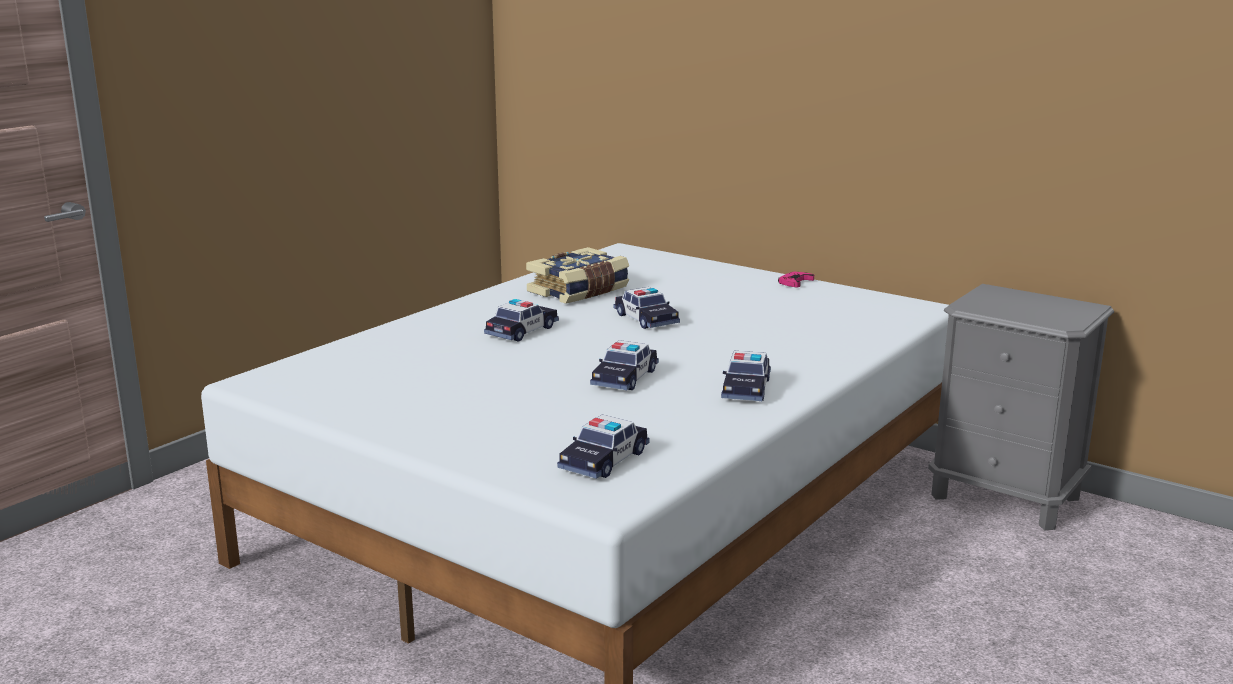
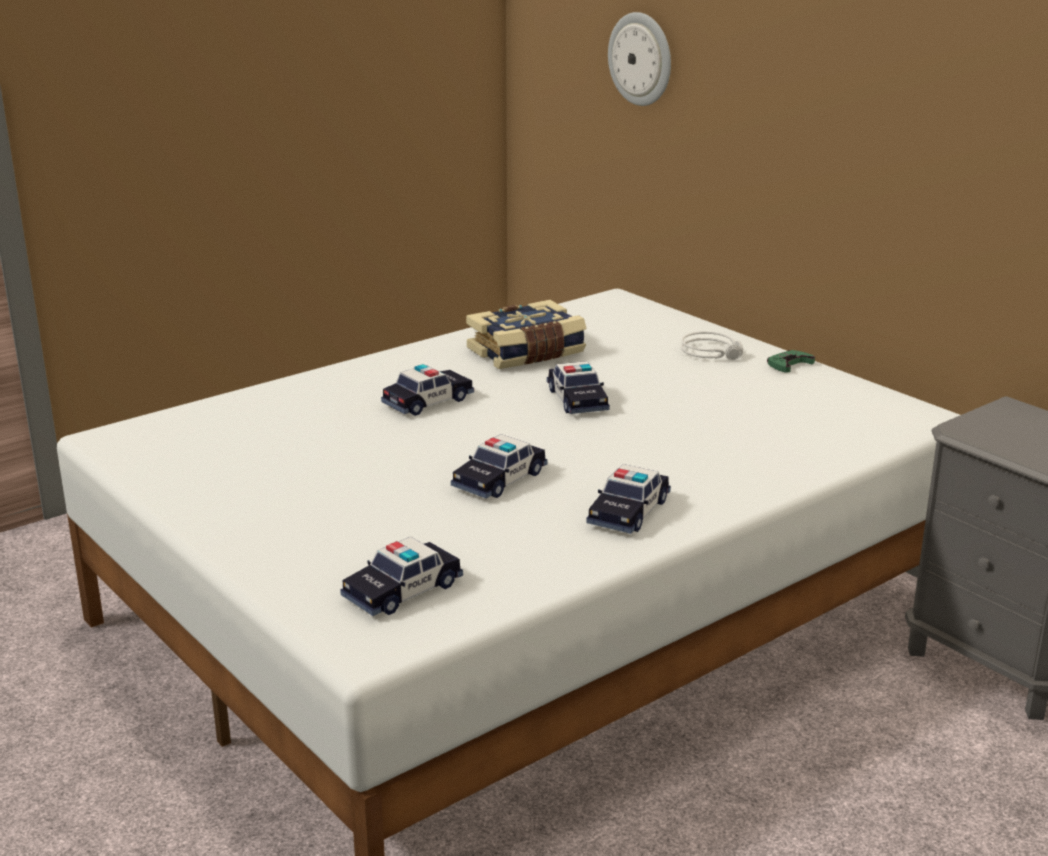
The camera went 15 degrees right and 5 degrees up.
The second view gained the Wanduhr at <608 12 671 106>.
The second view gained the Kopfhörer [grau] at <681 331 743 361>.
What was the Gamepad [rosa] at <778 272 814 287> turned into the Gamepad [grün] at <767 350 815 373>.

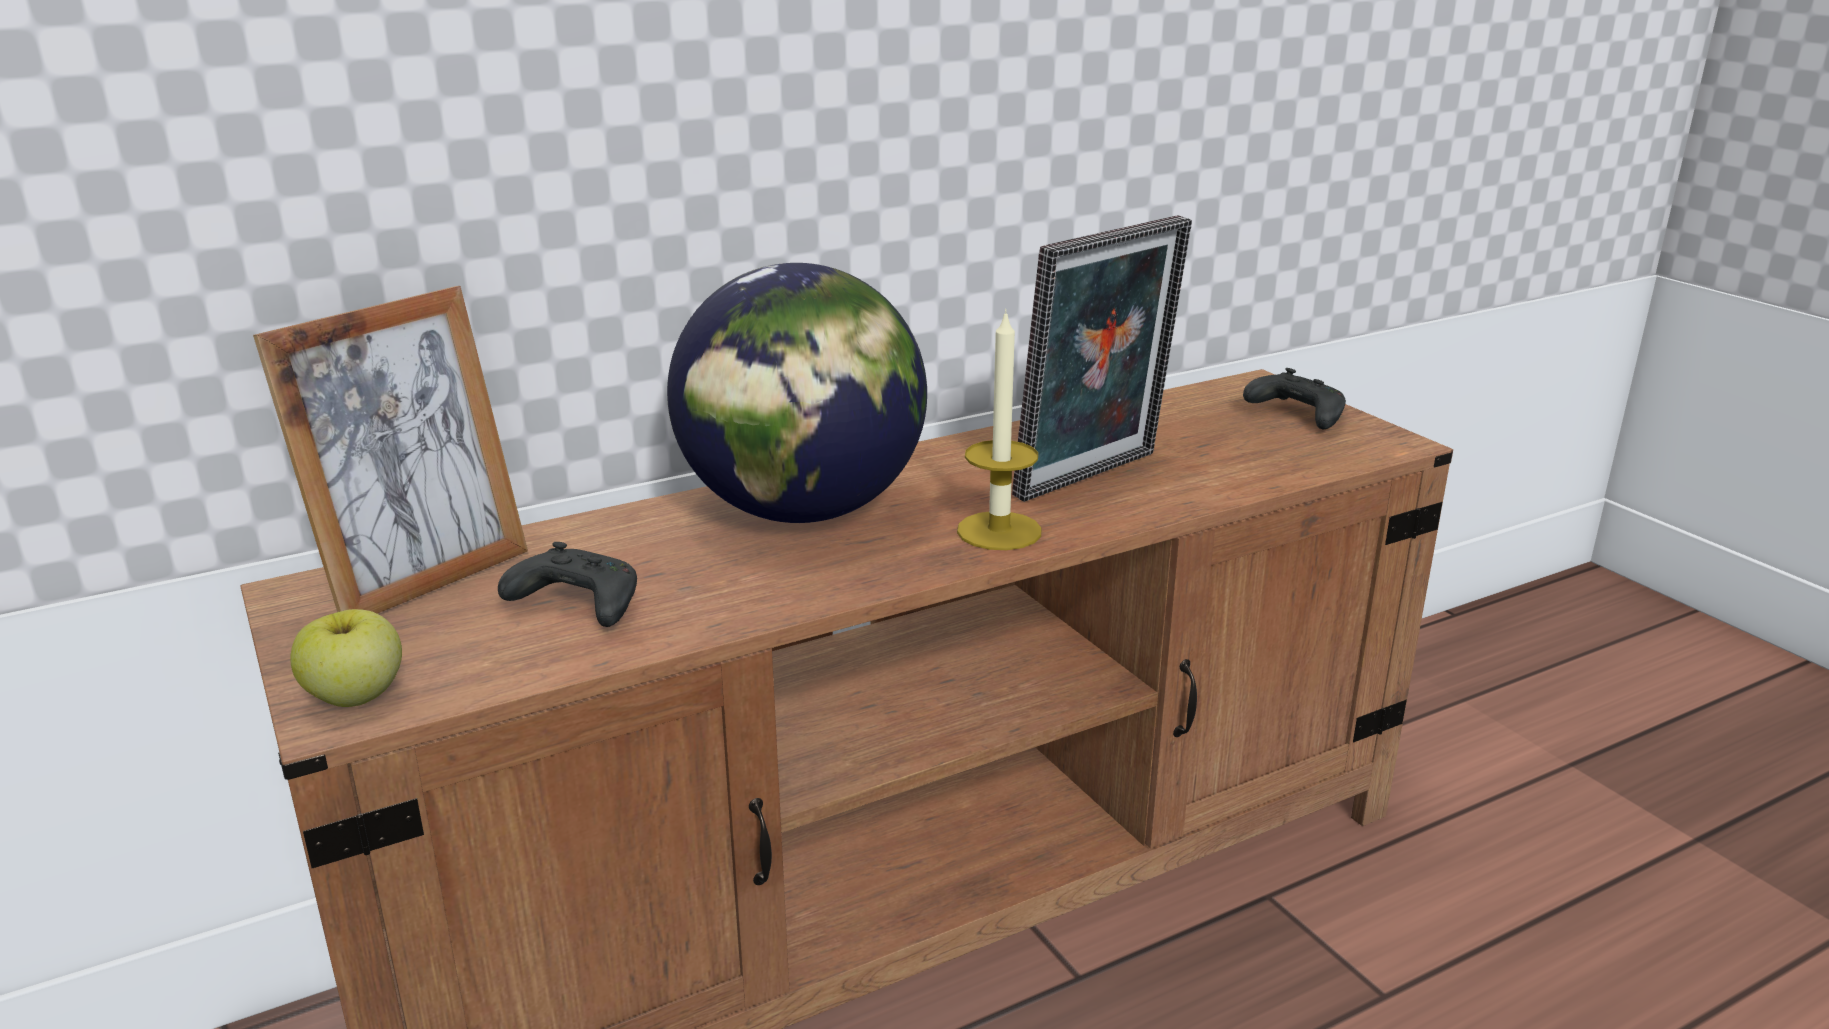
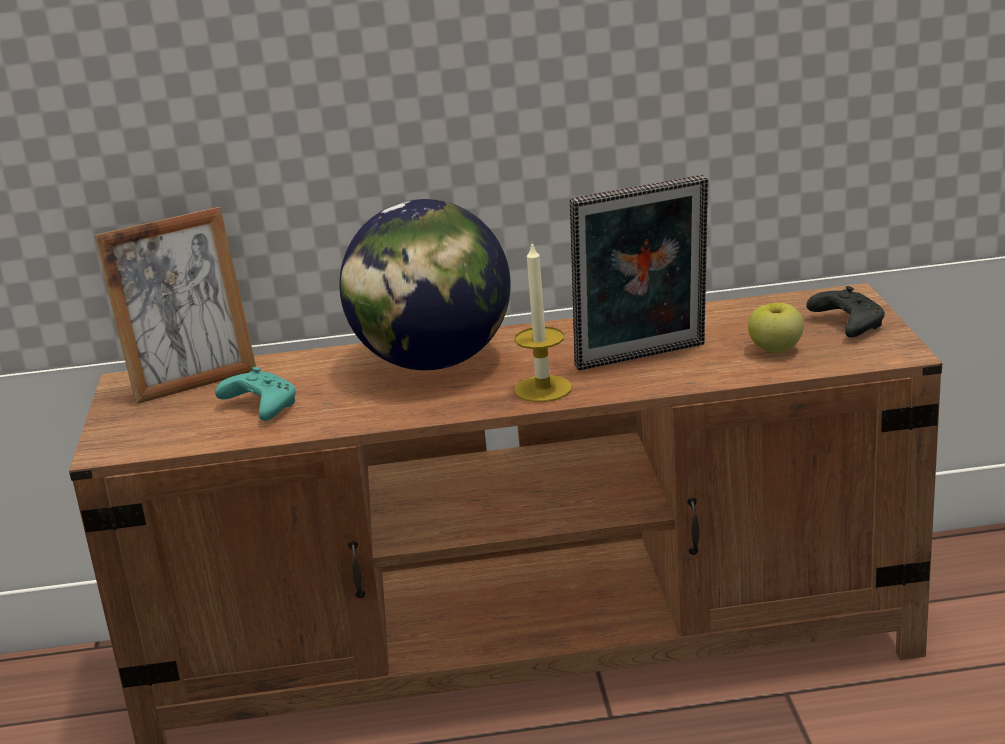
The camera went 25 degrees right and 0 degrees up.
What was the Gamepad [schwarz] at <498 542 637 627> turned into the Gamepad [türkis] at <215 367 296 421>.
The Apfel ended up elsewhere, having gone from <290 609 402 707> to <748 303 804 353>.

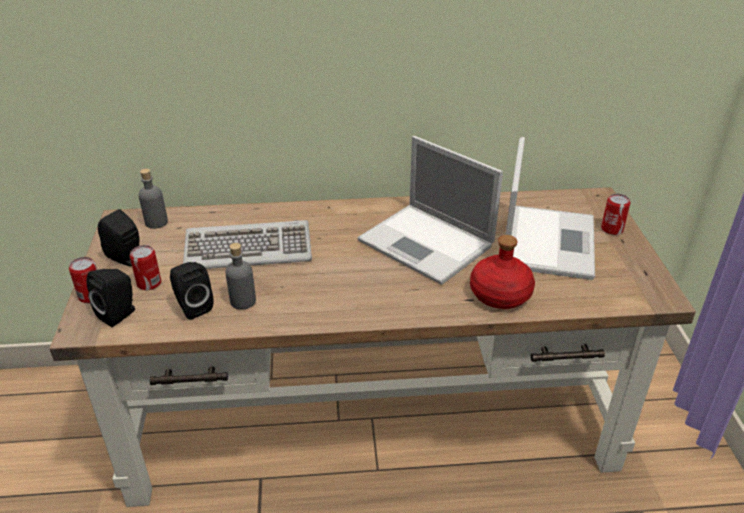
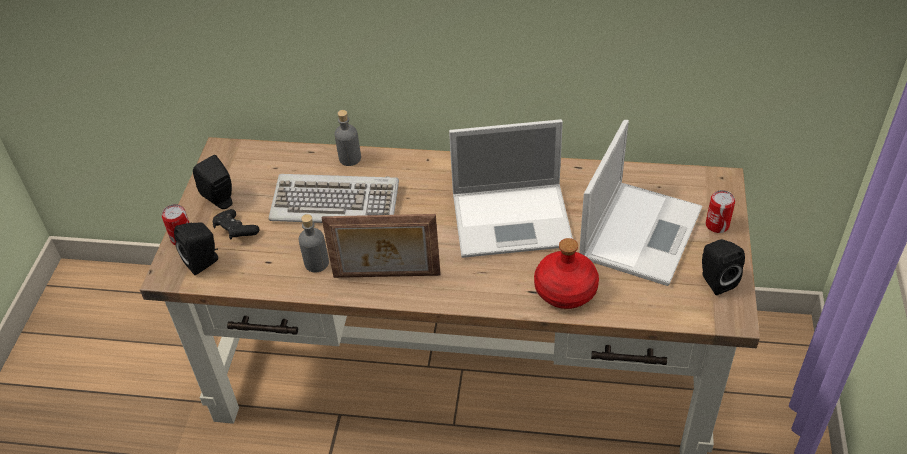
The camera went 15 degrees right and 10 degrees up.
Where the Dose stood at <130 245 161 290>, the Gamepad [schwarz] came to stand at <213 209 260 240>.
The second view gained the Bilderrahmen at <322 214 441 278>.
The Flasche [grau] ended up elsewhere, having gone from <139 168 168 229> to <335 110 361 166>.
The Laptop at <358 136 503 285> ended up facing another way, 60 degrees counterclockwise from before.
The Lautsprecher [schwarz] ended up elsewhere, having gone from <170 262 213 320> to <702 239 745 295>.

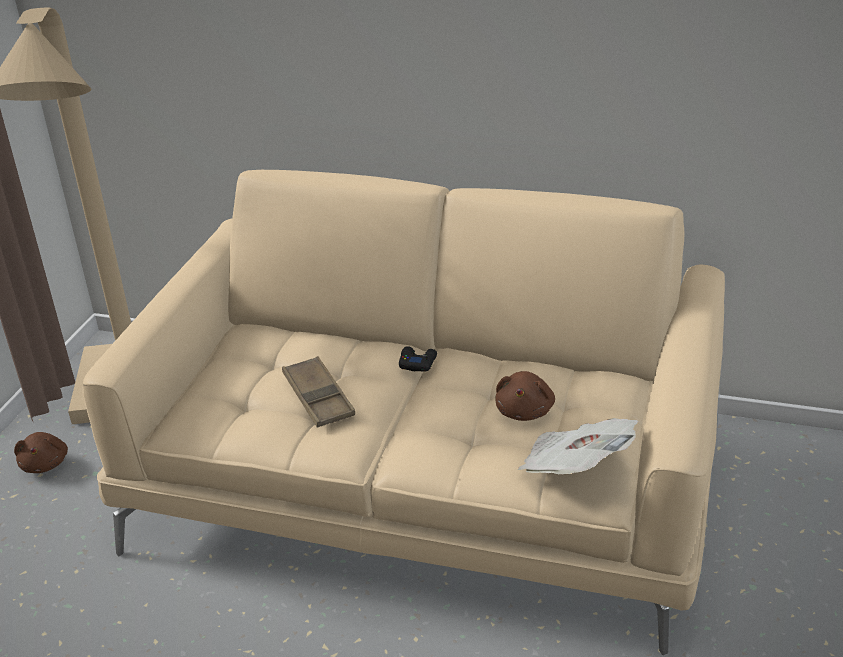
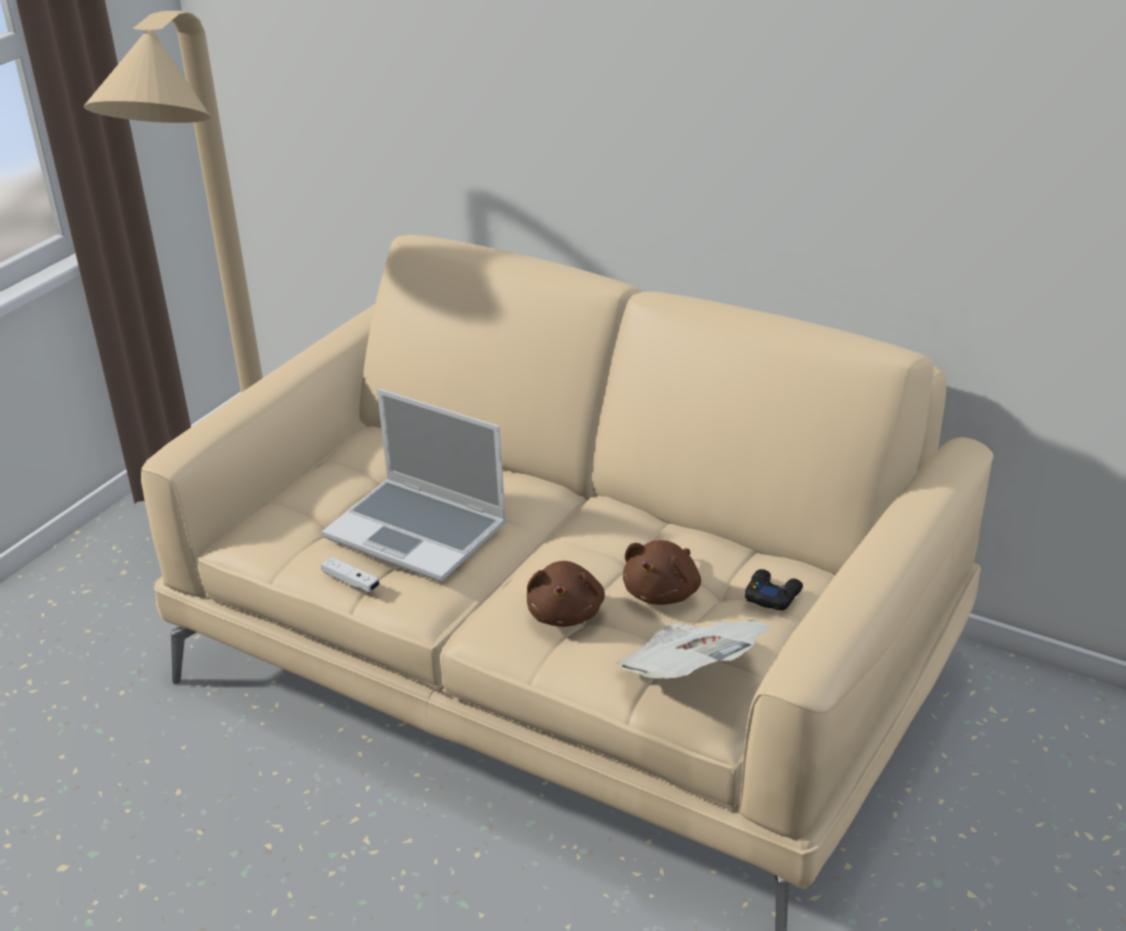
The camera went 15 degrees right and 0 degrees up.
The second view gained the Gamepad [weiß] at <321 557 380 592>.
Where the Tablett [braun] stood at <282 356 355 428>, the Laptop came to stand at <322 388 507 582>.
The Plüschtier [braun] ended up elsewhere, having gone from <14 432 68 473> to <527 561 605 627>.
The Gamepad [schwarz] ended up elsewhere, having gone from <399 346 437 372> to <745 569 803 610>.

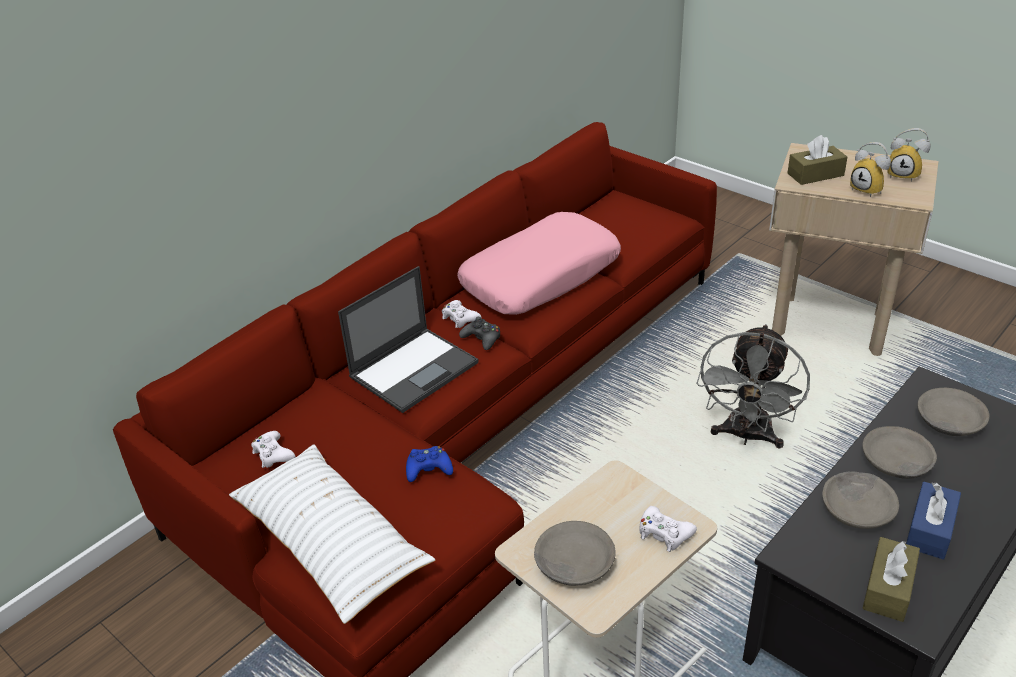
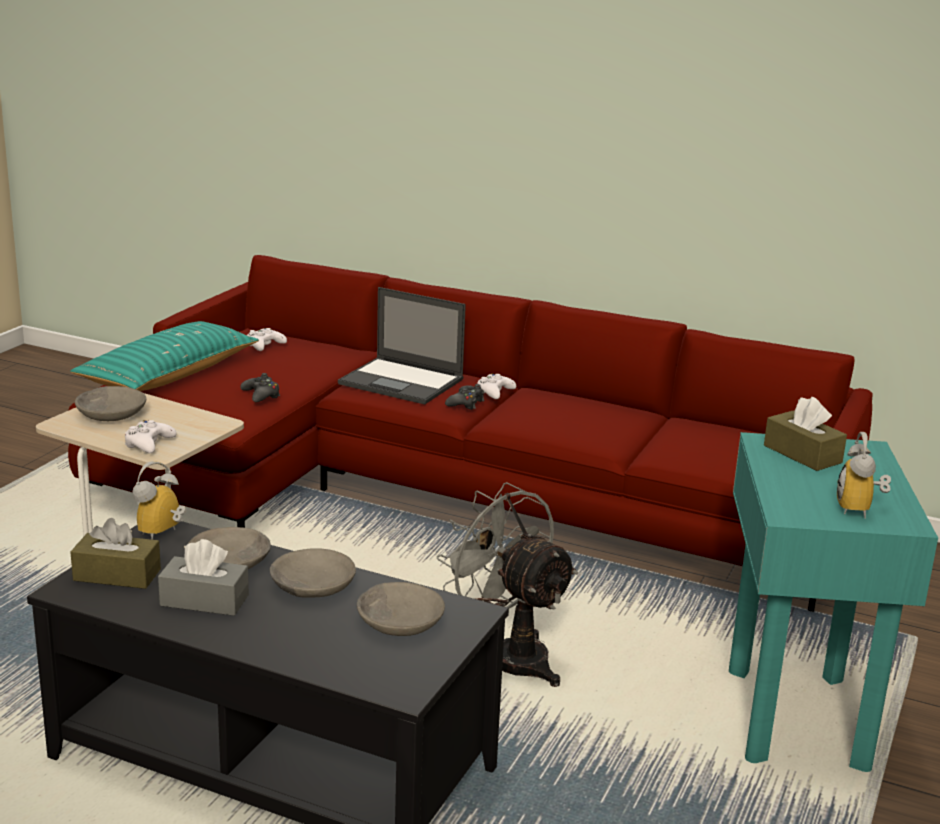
The camera went 70 degrees right and 15 degrees down.
What was the Kissen [weiß] at <229 444 436 624> turned into the Kissen [türkis] at <70 321 259 391>.
The Wecker ended up elsewhere, having gone from <850 142 891 197> to <132 461 187 540>.
What was the Taschentuchbox [blau] at <906 482 961 560> turned into the Taschentuchbox [grau] at <158 539 249 616>.
What was the Gamepad [blau] at <406 446 453 482> turned into the Gamepad [schwarz] at <240 373 280 402>.
The Ventilator [grau] at <696 324 810 448> ended up facing another way, 45 degrees clockwise from before.
What was the Beistelltisch [beige] at <769 143 938 356> turned into the Beistelltisch [türkis] at <729 432 938 772>.
The second view lost the Kissen [rosa] at <457 212 621 315>.

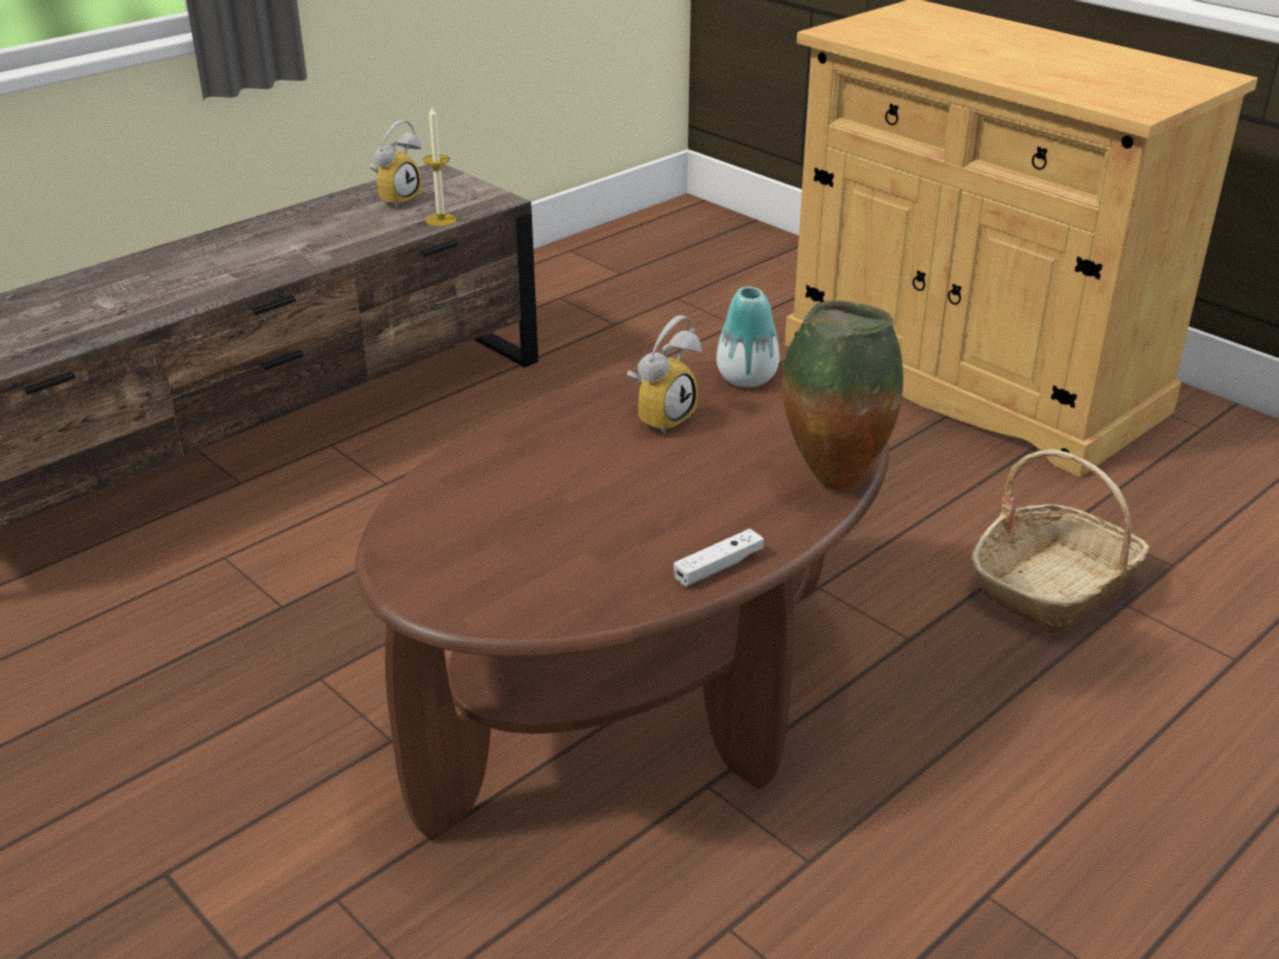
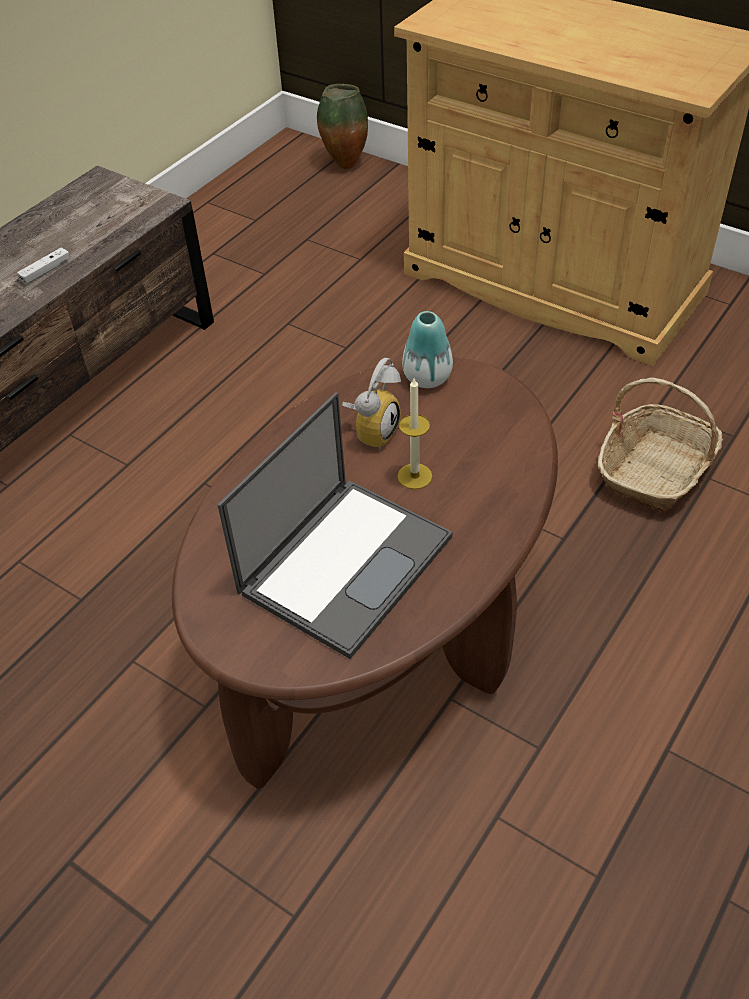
The camera went 10 degrees left and 15 degrees up.
The Gamepad [weiß] ended up elsewhere, having gone from <674 529 764 587> to <17 248 70 285>.
The second view gained the Laptop at <217 392 452 659>.
The Vase ended up elsewhere, having gone from <782 301 903 490> to <317 84 368 169>.
The Kerze ended up elsewhere, having gone from <423 107 457 227> to <397 378 432 489>.
The second view lost the Wecker at <369 120 422 208>.

